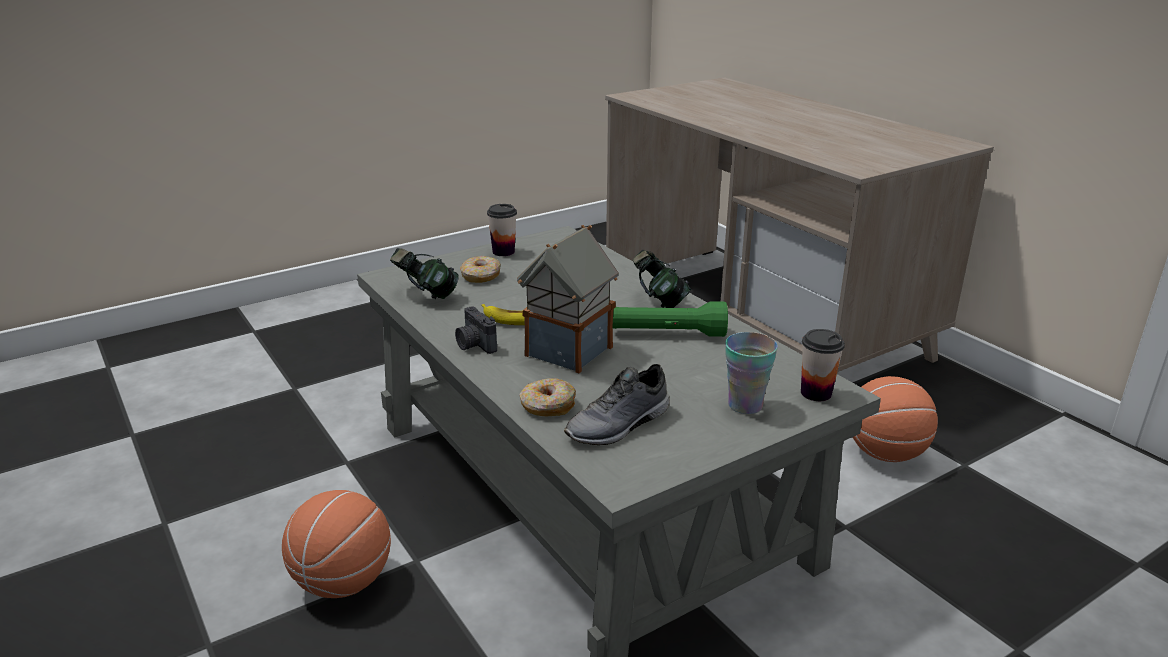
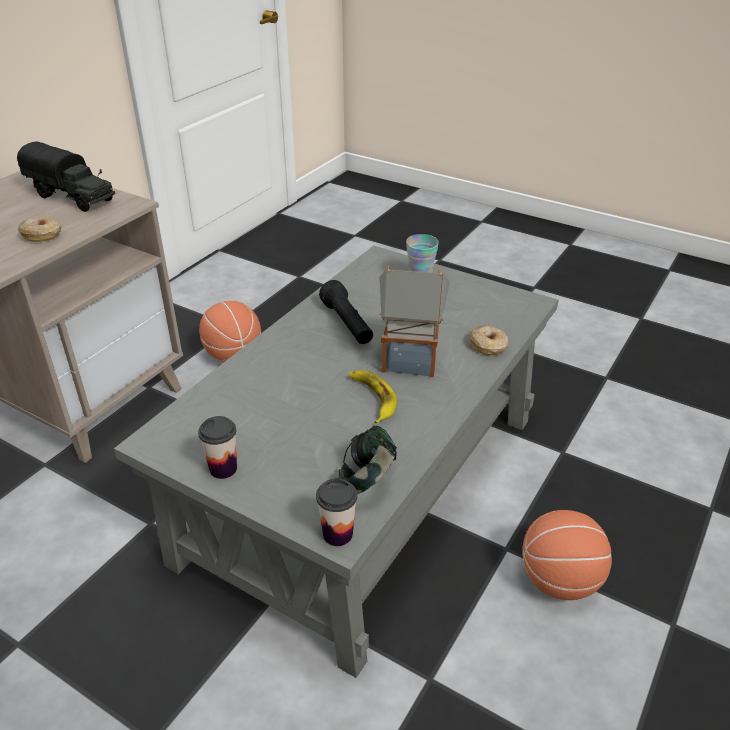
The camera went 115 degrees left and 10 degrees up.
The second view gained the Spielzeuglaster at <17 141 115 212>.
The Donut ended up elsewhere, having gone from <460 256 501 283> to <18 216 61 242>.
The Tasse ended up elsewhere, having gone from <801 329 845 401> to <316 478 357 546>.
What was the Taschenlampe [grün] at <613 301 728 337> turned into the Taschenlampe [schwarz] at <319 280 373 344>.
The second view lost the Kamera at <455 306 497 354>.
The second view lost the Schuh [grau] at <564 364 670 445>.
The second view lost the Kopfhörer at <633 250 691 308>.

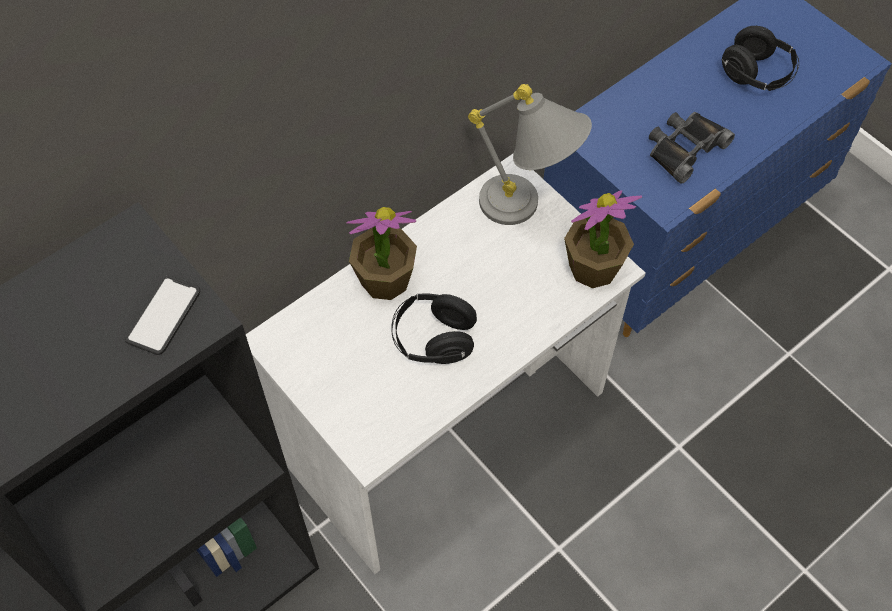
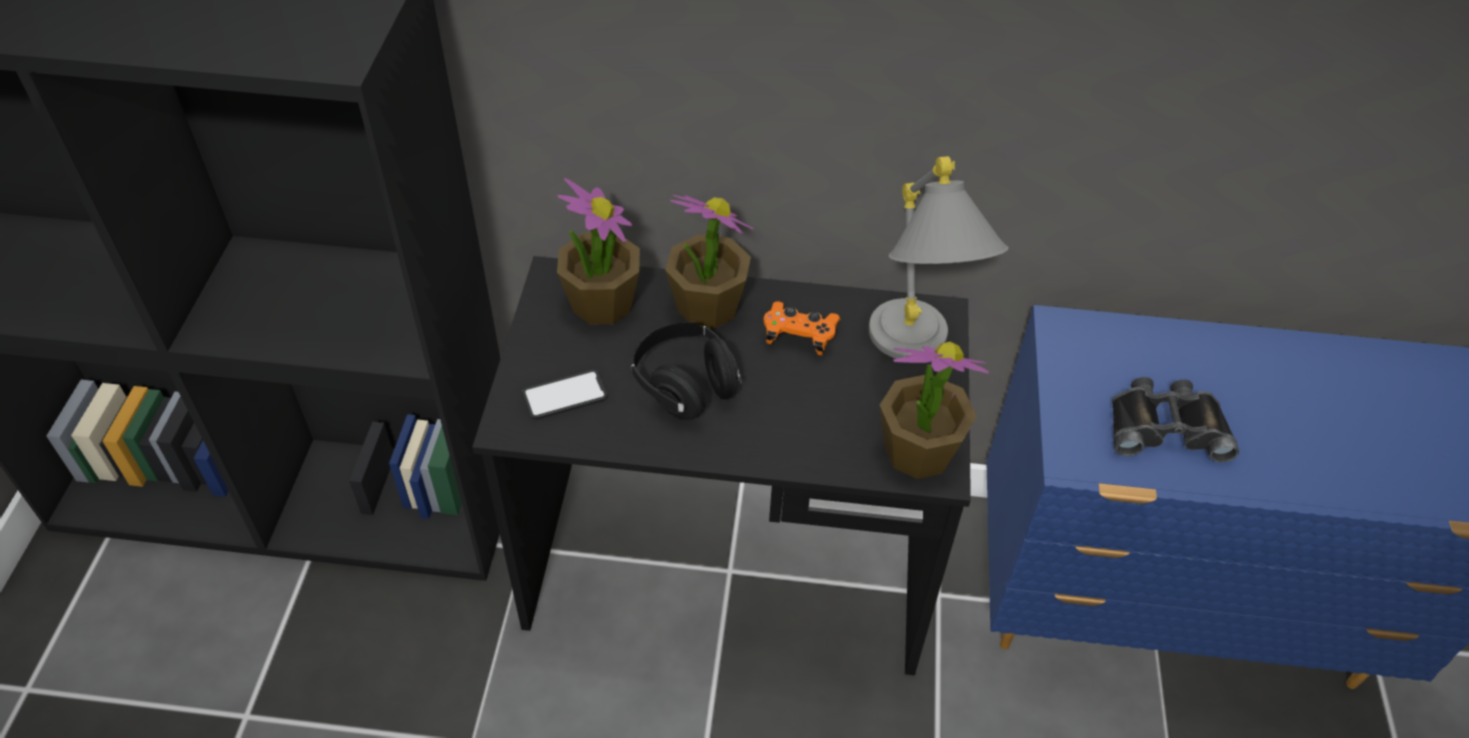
The camera went 45 degrees right and 10 degrees down.
What was the Schreibtisch [weiß] at <246 154 645 574> turned into the Schreibtisch [schwarz] at <472 256 971 675>.
The Handy ended up elsewhere, having gone from <125 275 200 355> to <522 370 608 419>.
The second view gained the Topfpflanze at <557 178 640 324>.
The second view gained the Gamepad [orange] at <764 301 840 355>.
The second view lost the Kopfhörer [schwarz] at <721 26 799 91>.

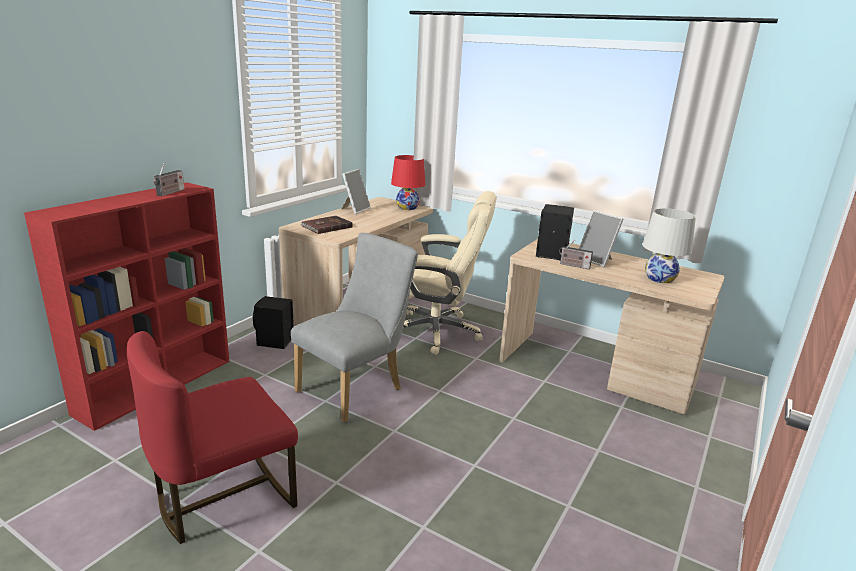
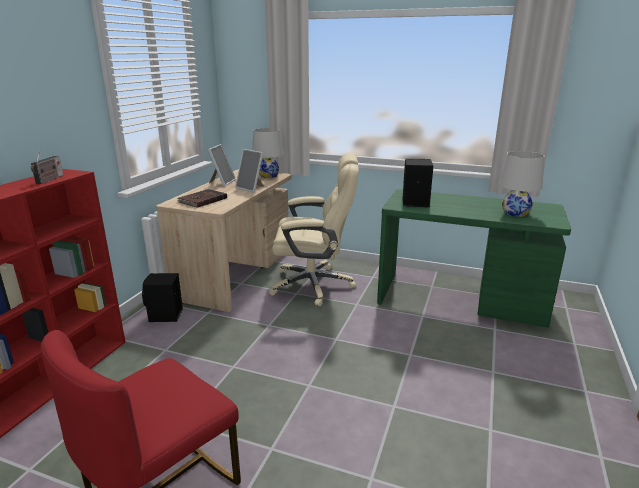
The camera went 10 degrees left and 0 degrees up.
The Bilderrahmen ended up elsewhere, having gone from <579 210 624 267> to <235 149 264 193>.
What was the Tischlampe [rot] at <391 155 425 210> turned into the Tischlampe [weiß] at <252 128 283 178>.
What was the Schreibtisch [beige] at <499 239 725 414> turned into the Schreibtisch [grün] at <377 189 571 327>.
The second view lost the Stuhl [grau] at <291 233 418 423>.
The second view lost the Radio at <559 240 593 269>.

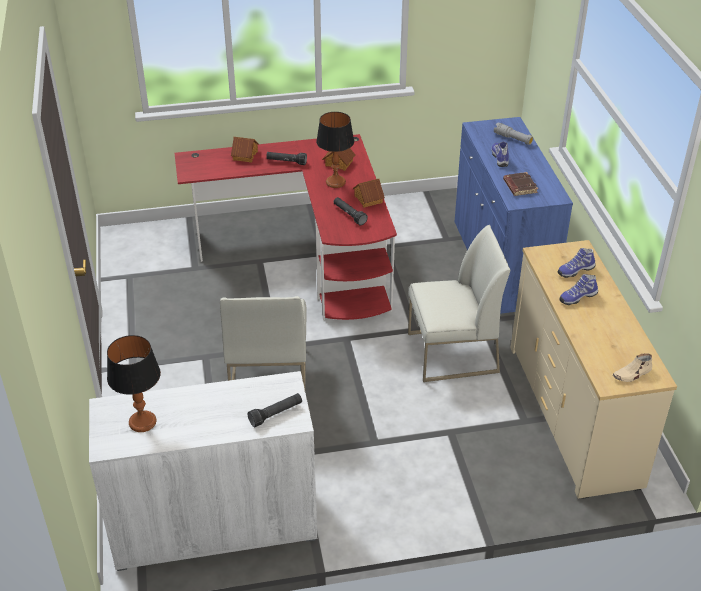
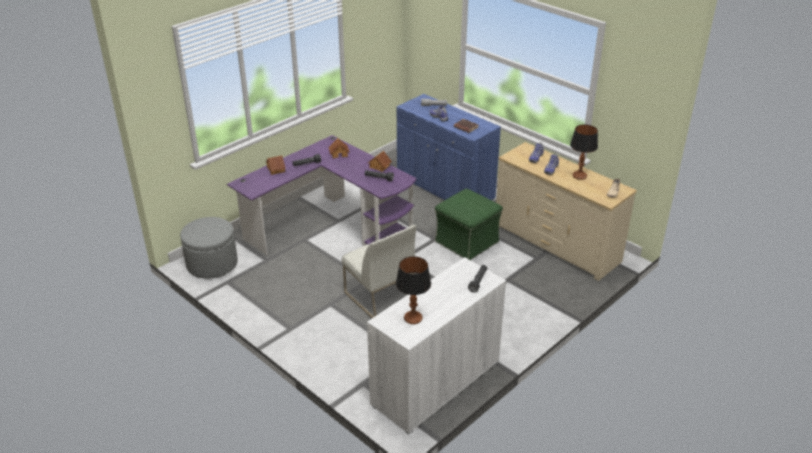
The camera went 35 degrees left and 5 degrees down.
The second view gained the Polsterhocker [grau] at <180 217 238 279>.
What was the Schreibtisch [rot] at <174 134 397 320> turned into the Schreibtisch [lila] at <227 135 417 255>.
Where the Stuhl [weiß] stood at <408 225 510 382>, the Polsterhocker [grün] came to stand at <435 189 503 260>.
The Tischlampe ended up elsewhere, having gone from <316 112 354 188> to <570 124 598 180>.

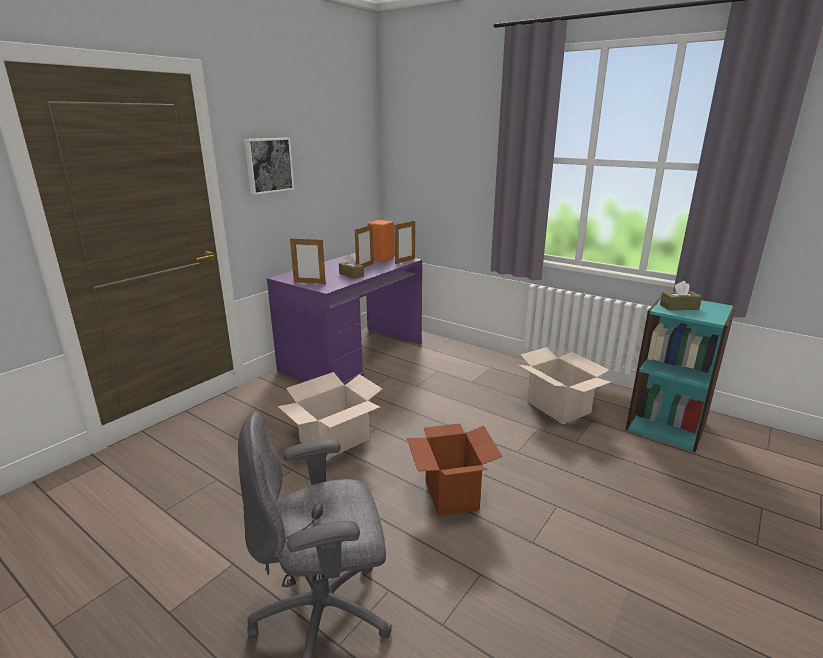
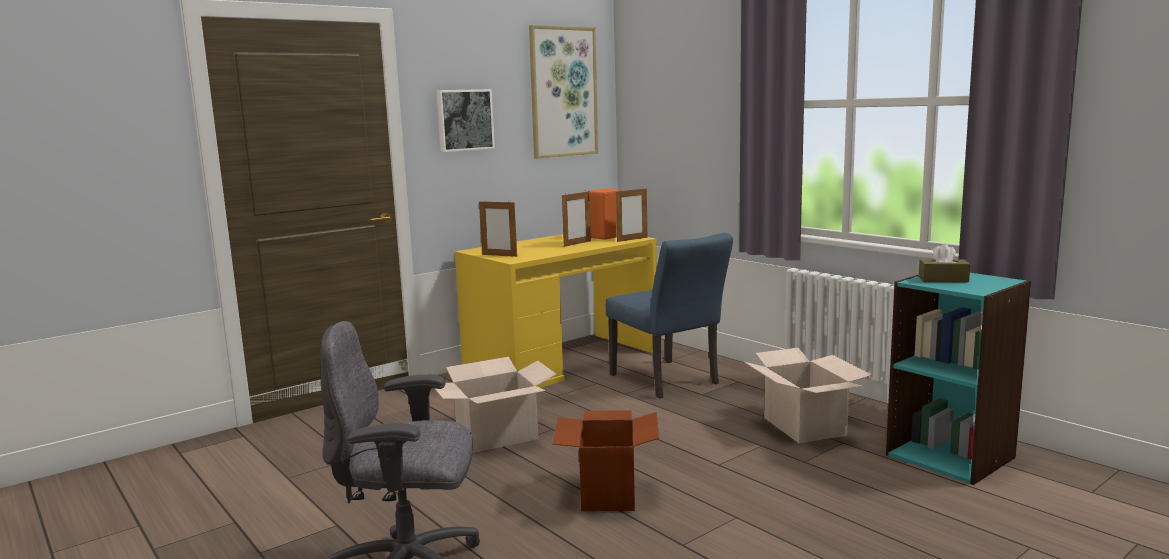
The camera went 15 degrees right and 10 degrees down.
What was the Schreibtisch [lila] at <267 253 422 385> turned into the Schreibtisch [gelb] at <455 234 657 388>.
The second view gained the Bild at <529 25 598 158>.
The second view gained the Stuhl [blau] at <606 233 733 398>.
The second view lost the Taschentuchbox [braun] at <339 254 364 279>.

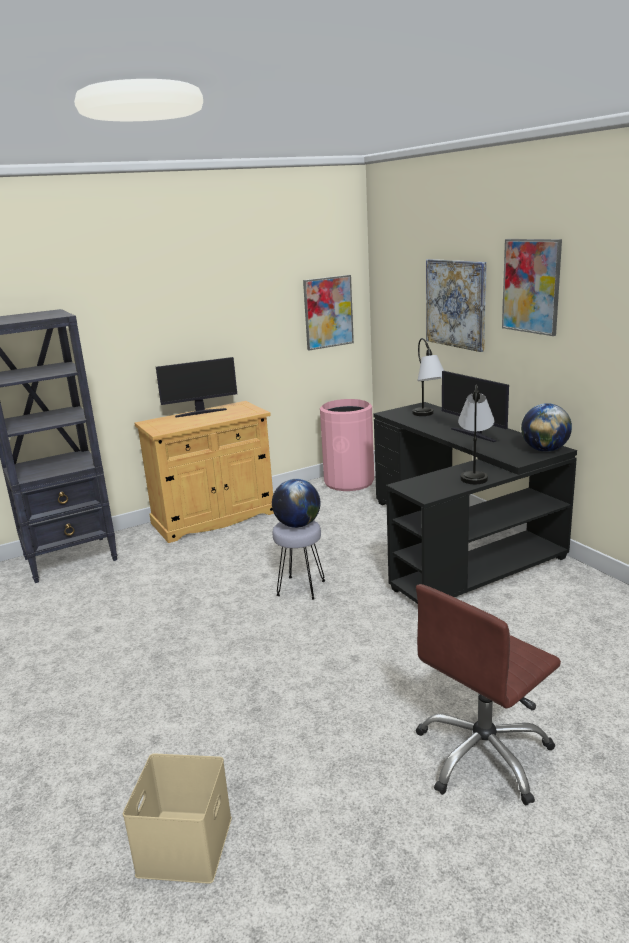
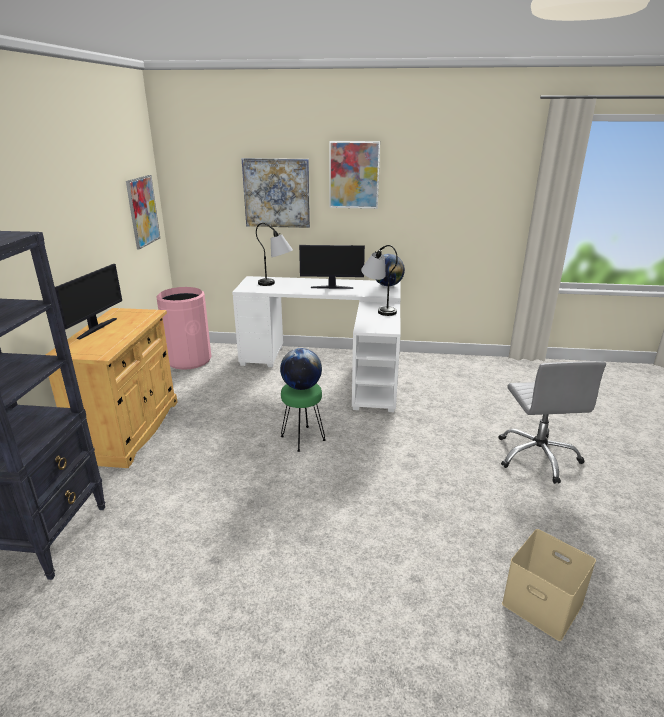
The camera went 55 degrees left and 5 degrees up.
What was the Schreibtisch [schwarz] at <373 402 577 604> turned into the Schreibtisch [weiß] at <232 276 401 412>.
What was the Hocker [grau] at <273 520 325 600> turned into the Hocker [grün] at <281 384 326 452>.
What was the Bürostuhl [braun] at <416 584 561 806> turned into the Bürostuhl [grau] at <498 361 606 484>.

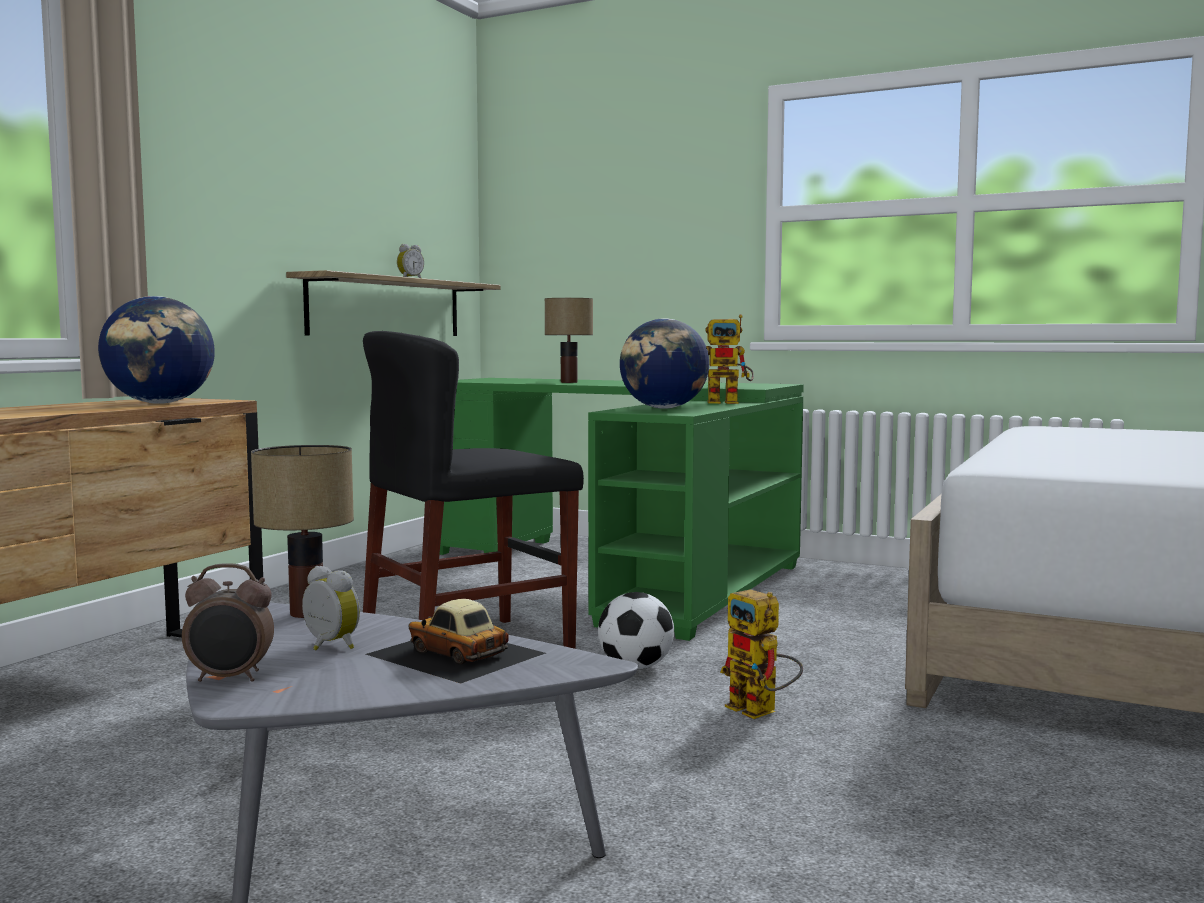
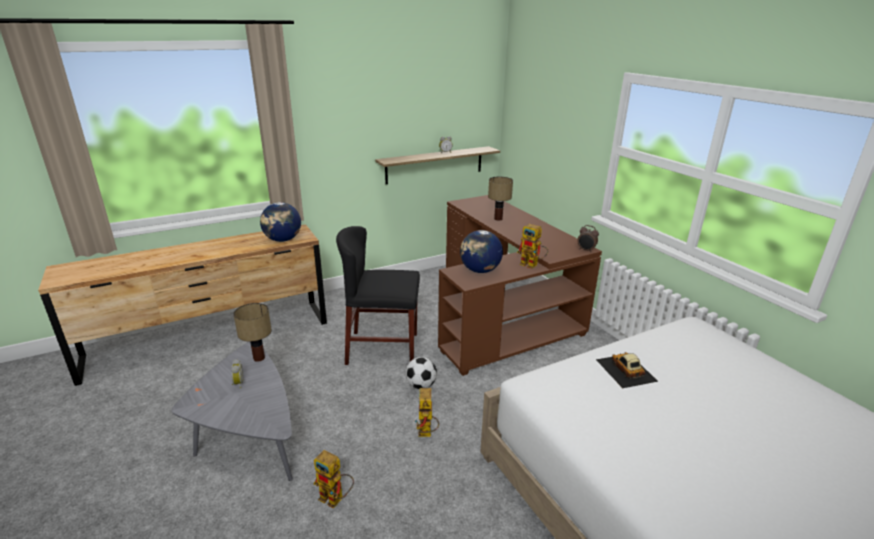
The camera went 35 degrees right and 20 degrees up.
The second view gained the Spielzeugroboter at <314 450 354 508>.
What was the Schreibtisch [grün] at <440 378 804 641> turned into the Schreibtisch [braun] at <438 195 602 376>.
The Wecker ended up elsewhere, having gone from <182 563 274 682> to <577 225 599 252>.
The Spielzeugauto ended up elsewhere, having gone from <366 599 546 684> to <596 352 658 388>.

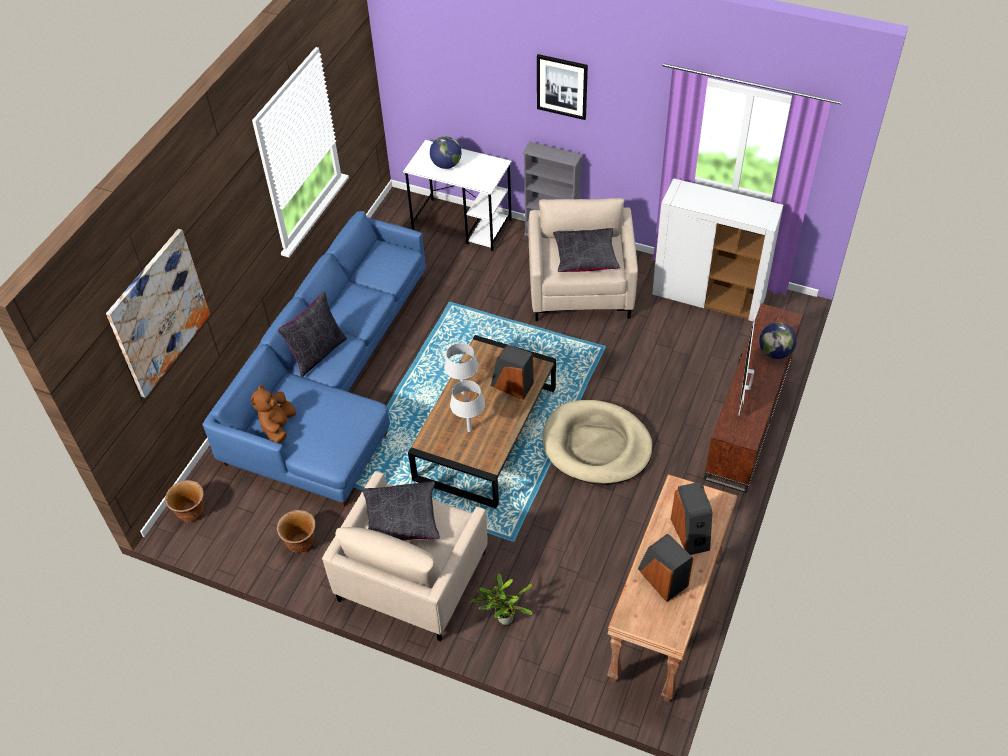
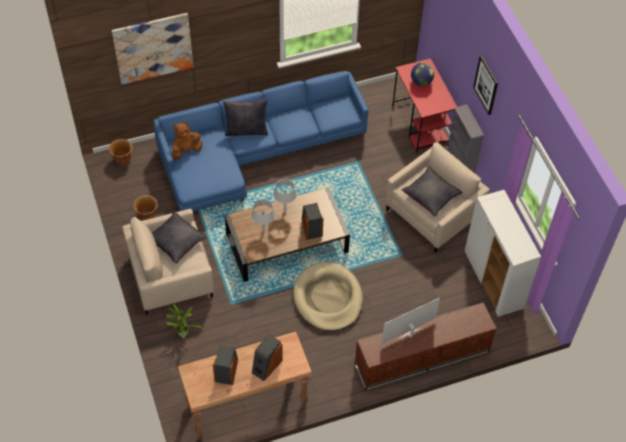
The camera went 45 degrees right and 5 degrees up.
What was the Schreibtisch [weiß] at <403 140 512 251> turned into the Schreibtisch [rot] at <392 58 457 153>.
The second view lost the Globus at <759 322 797 359>.

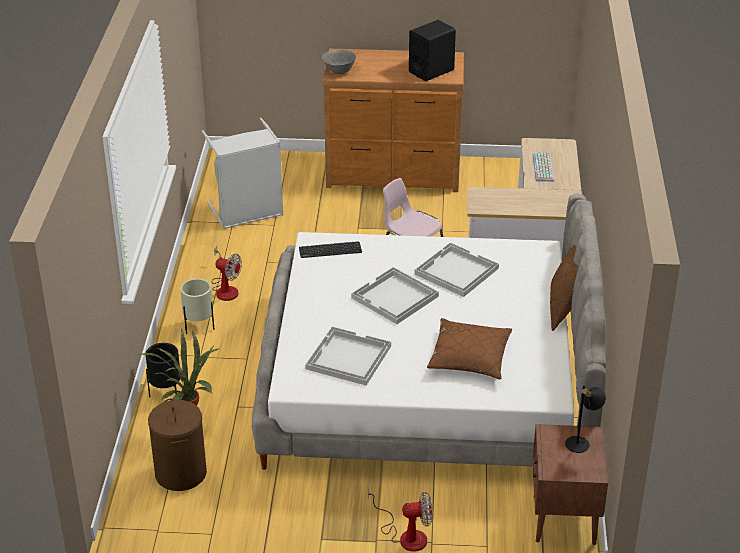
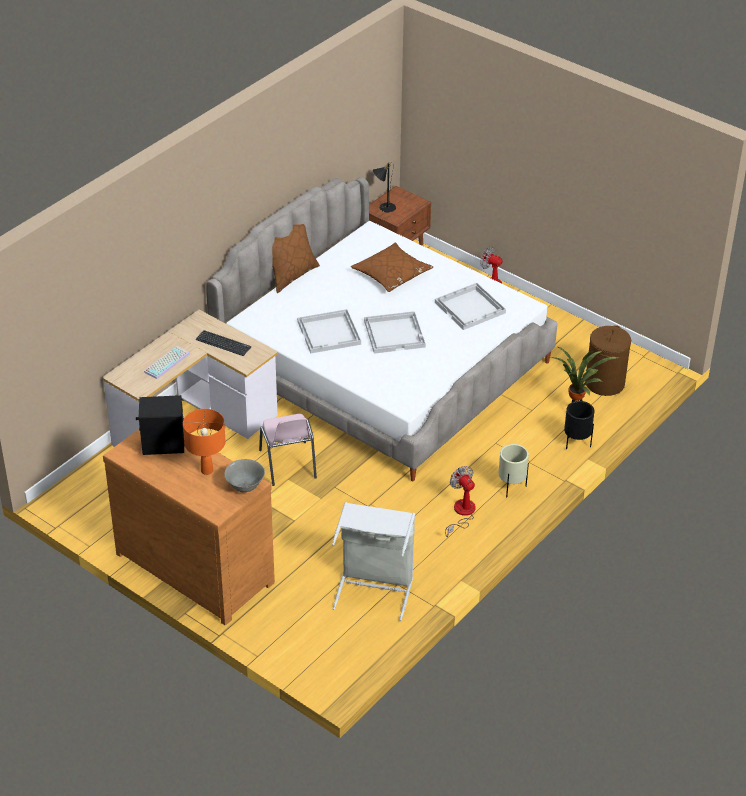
The camera went 145 degrees left and 5 degrees up.
The second view gained the Tischlampe [orange] at <183 409 226 475>.
The Tastatur ended up elsewhere, having gone from <299 241 362 258> to <196 330 251 356>.

